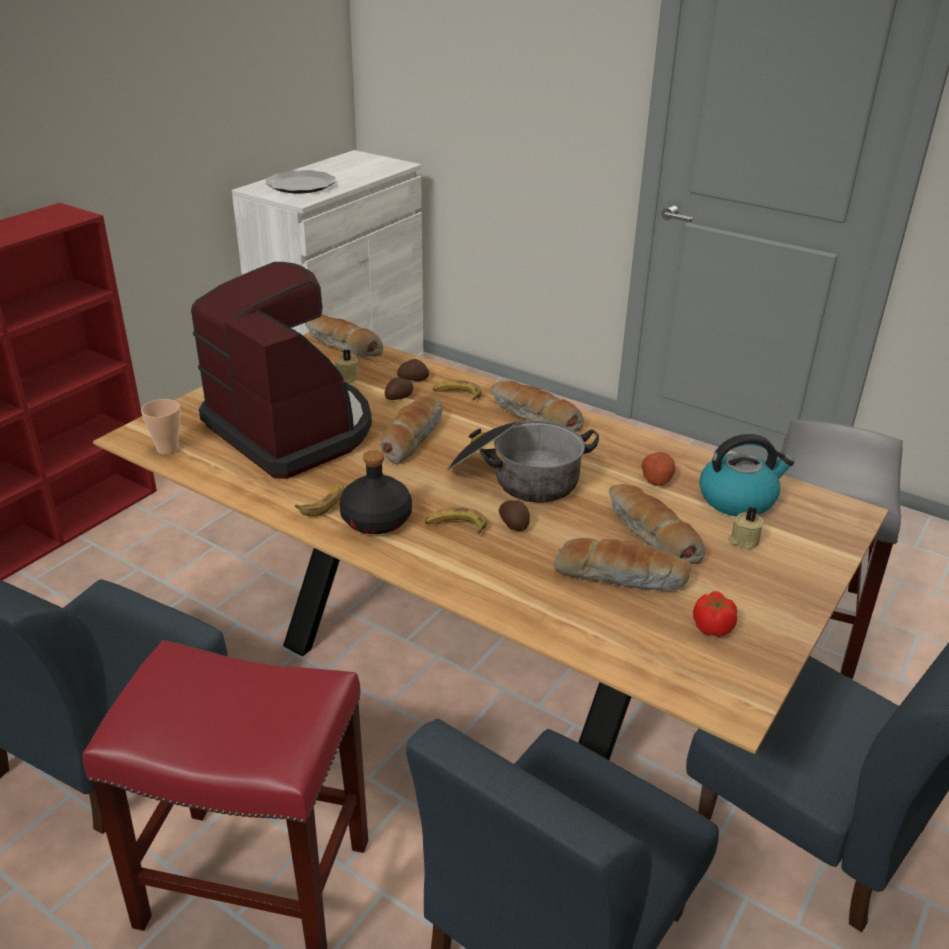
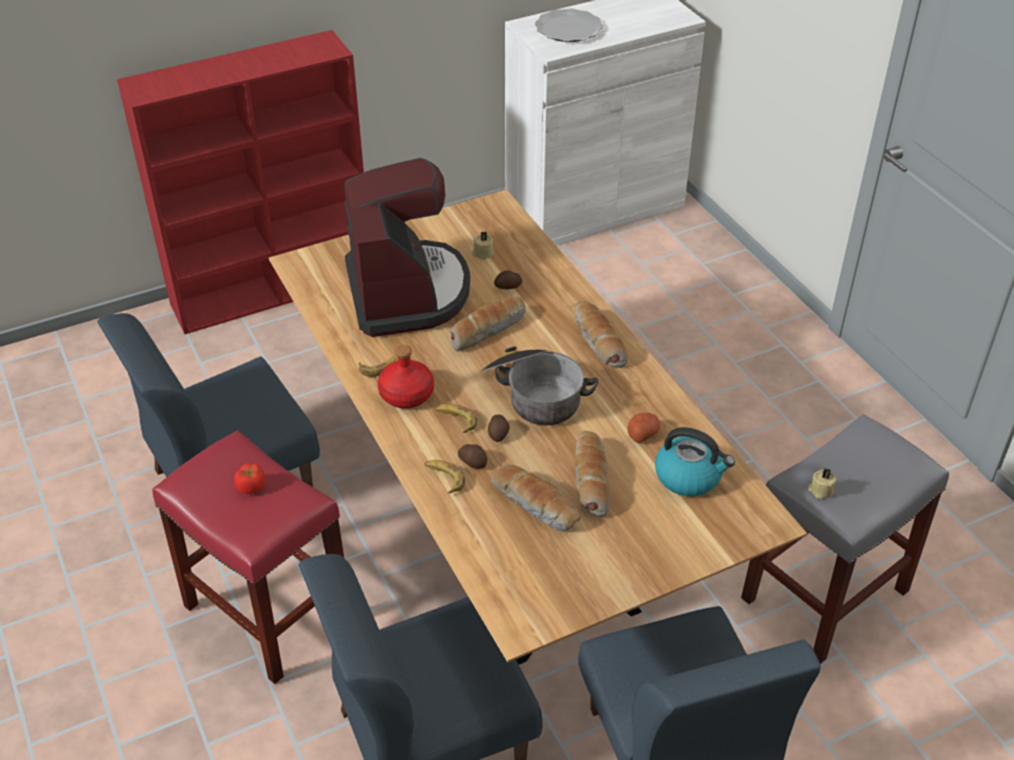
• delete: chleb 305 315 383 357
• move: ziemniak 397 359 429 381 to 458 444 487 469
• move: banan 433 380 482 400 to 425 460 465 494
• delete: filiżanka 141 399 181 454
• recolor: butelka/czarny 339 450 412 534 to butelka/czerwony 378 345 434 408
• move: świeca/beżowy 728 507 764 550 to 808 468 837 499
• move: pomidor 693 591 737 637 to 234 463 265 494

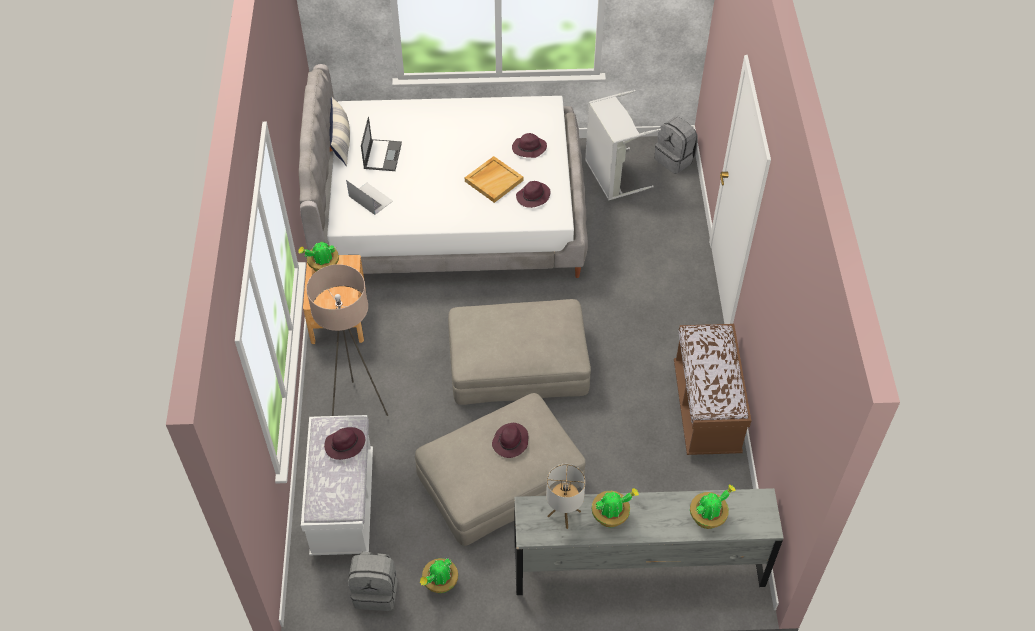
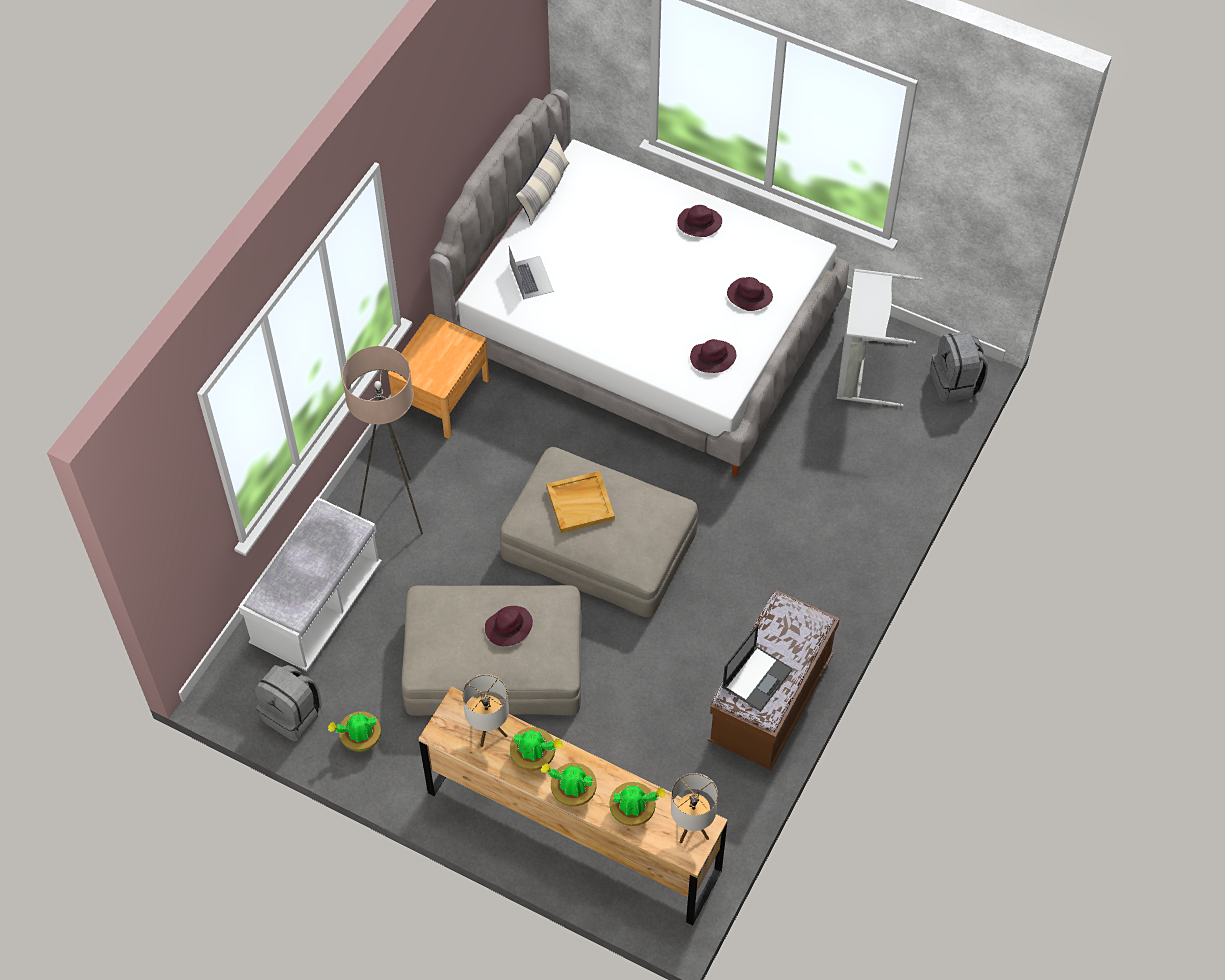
• move: laptop 361 117 402 171 to 722 624 793 712
• move: taca/beżowy 465 156 523 203 to 546 471 615 533
• move: roślina doniczkowa 298 242 339 272 to 541 763 597 807
• move: kapelusz/fioletowy 324 427 365 460 to 677 205 722 237
• recolor: komoda/szary 514 488 784 595 to komoda/brązowy 418 686 728 926
• insert: lampa stołowa 671 773 718 843

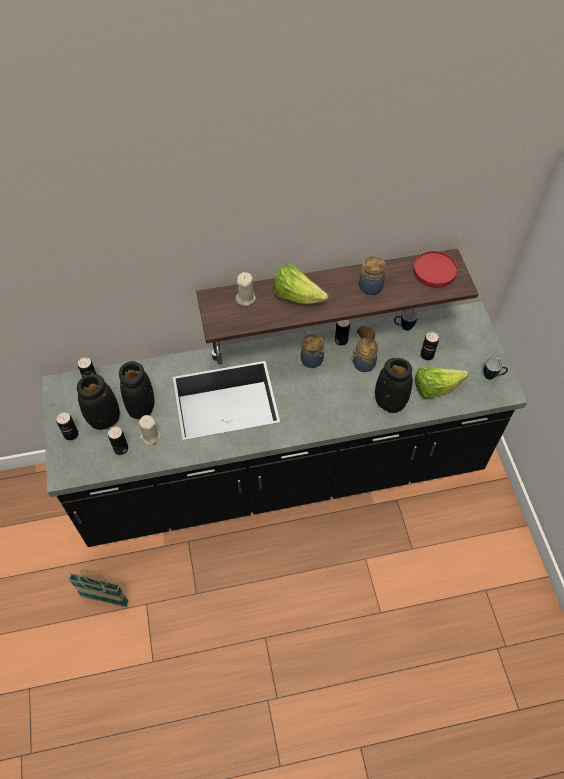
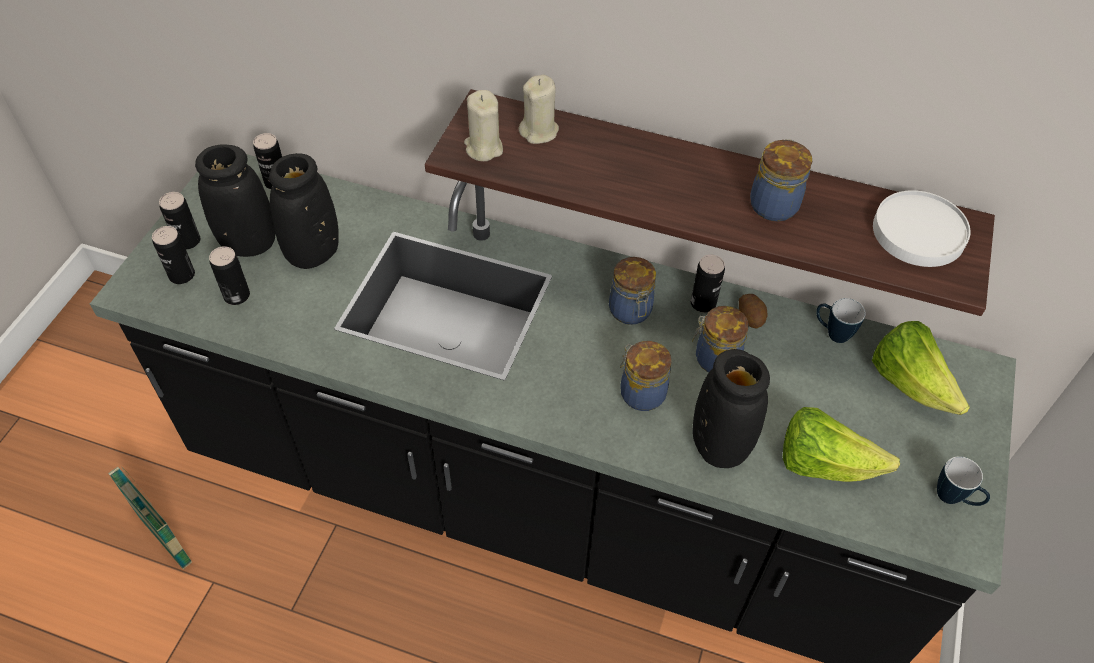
• recolor: talerz/czerwony 413 251 457 288 to talerz/biały 873 190 971 267
• move: sałata 273 264 329 304 to 872 321 970 415
• move: puszka 421 331 439 360 to 152 226 195 284
• move: świeca/beżowy 138 415 161 445 to 464 90 503 161
• insert: słoik 620 341 672 411

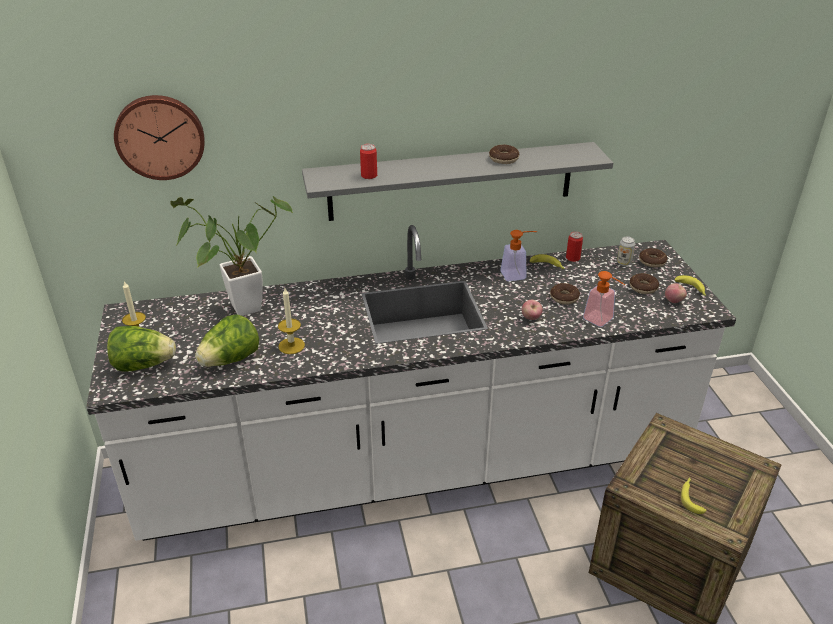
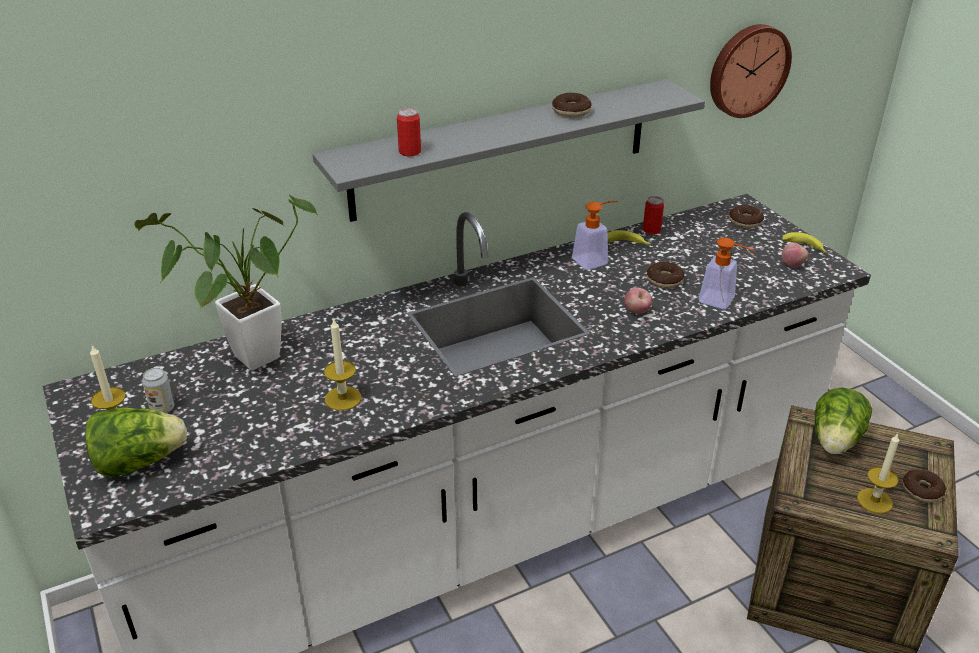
• move: zegar ścienny 114 95 205 180 to 710 24 792 118
• move: puszka 617 236 635 266 to 142 368 175 413
• move: donut 630 273 659 294 to 902 469 946 503
• move: sałata 195 314 259 367 to 814 387 872 455
• replace: banan 681 477 707 514 to świeca 857 433 899 514

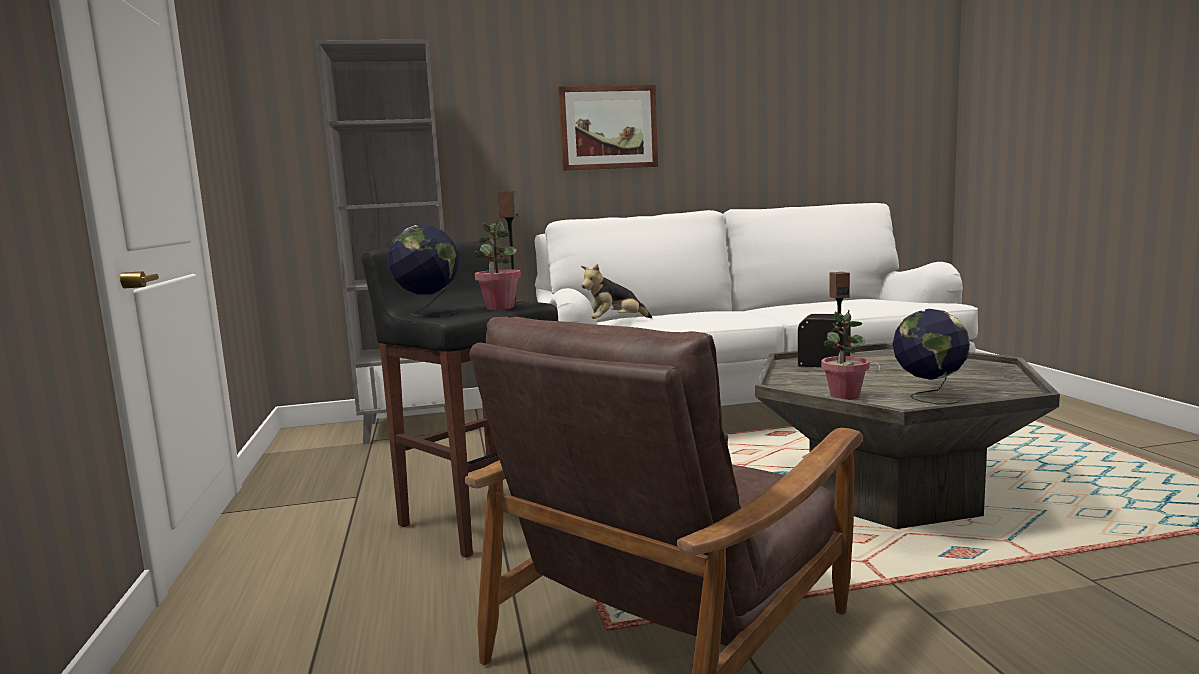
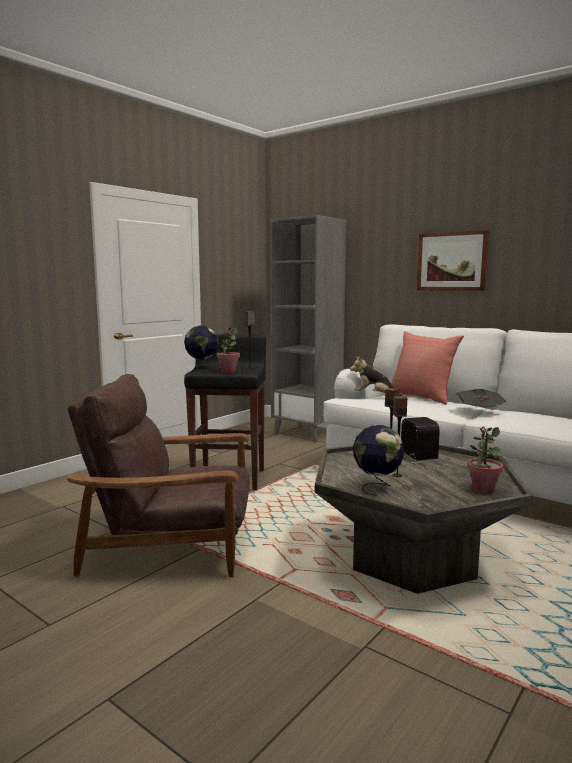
• move: roślina doniczkowa 821 310 870 400 to 467 426 503 493
• insert: poduszka/czerwony 391 331 464 405
• insert: gazeta 456 389 506 408
• insert: głośnik 392 396 407 477

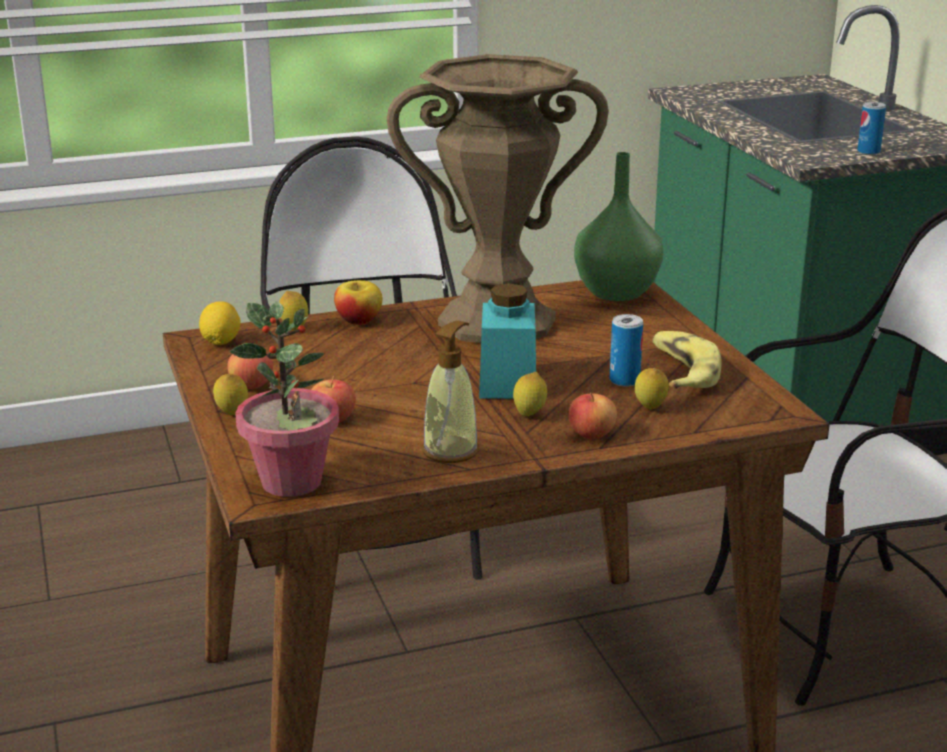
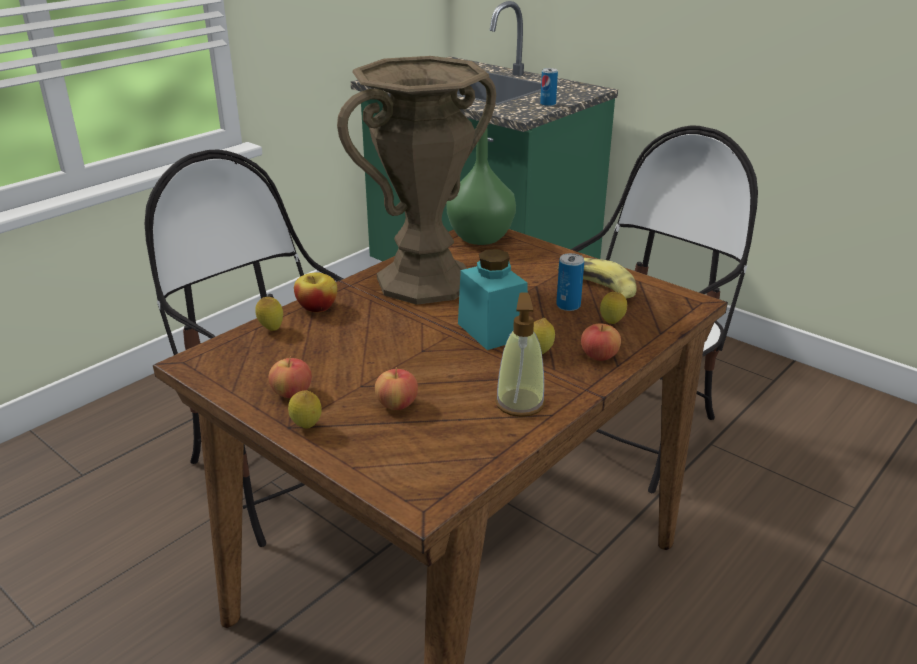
• delete: cytryna 199 301 241 345
• delete: roślina doniczkowa 230 301 339 497

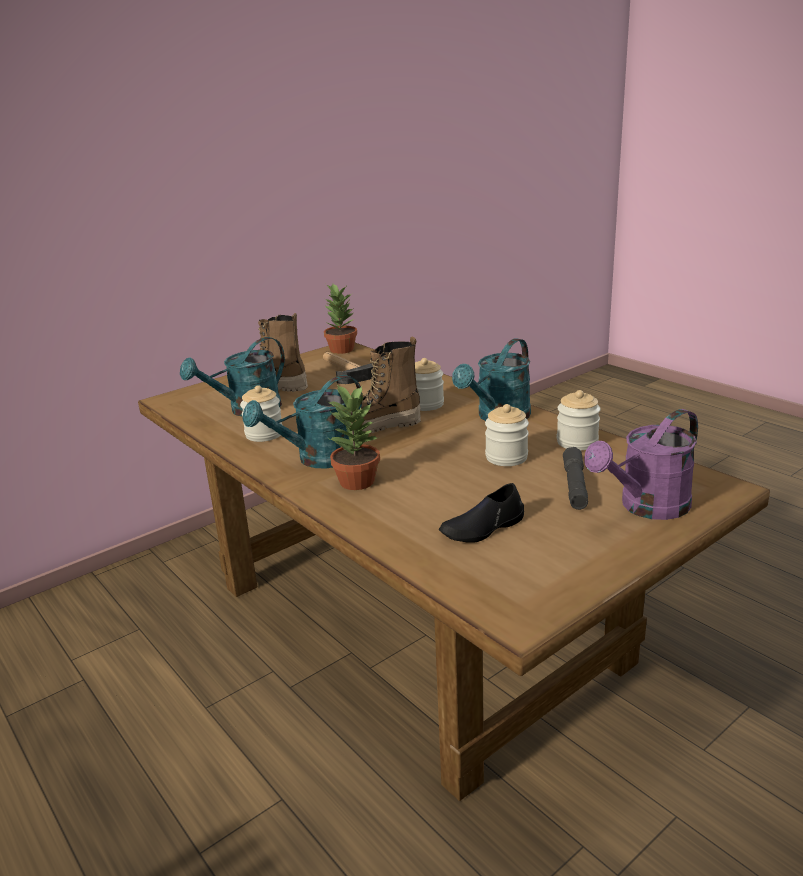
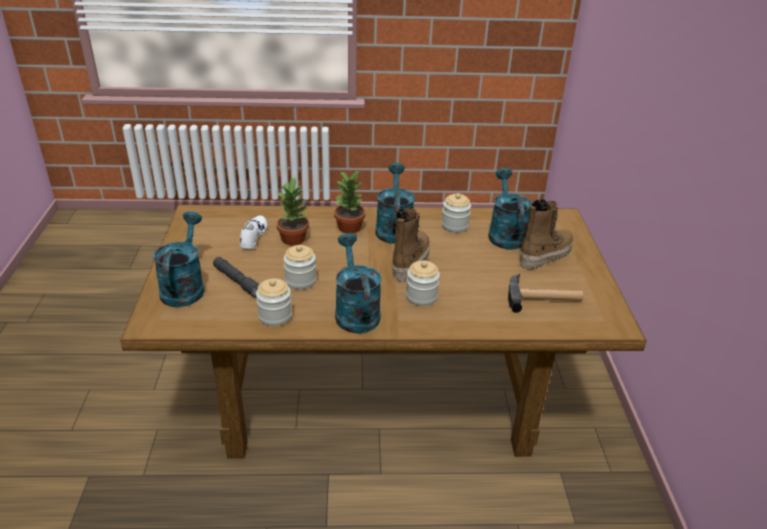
• move: roślina doniczkowa 324 284 357 354 to 276 177 309 246
• recolor: konewka/fioletowy 584 409 698 520 to konewka/turkusowy 153 211 204 307
• recolor: but/czarny 439 483 524 543 to but/biały 240 215 267 249

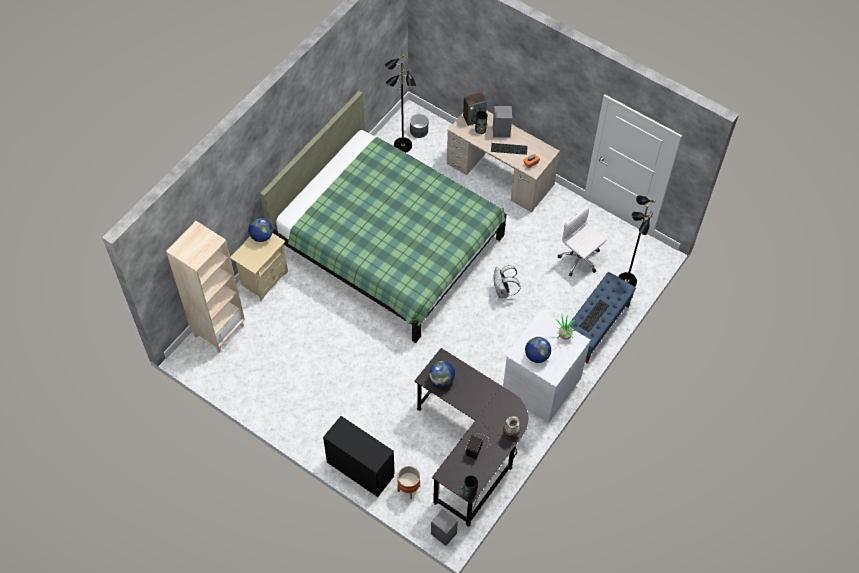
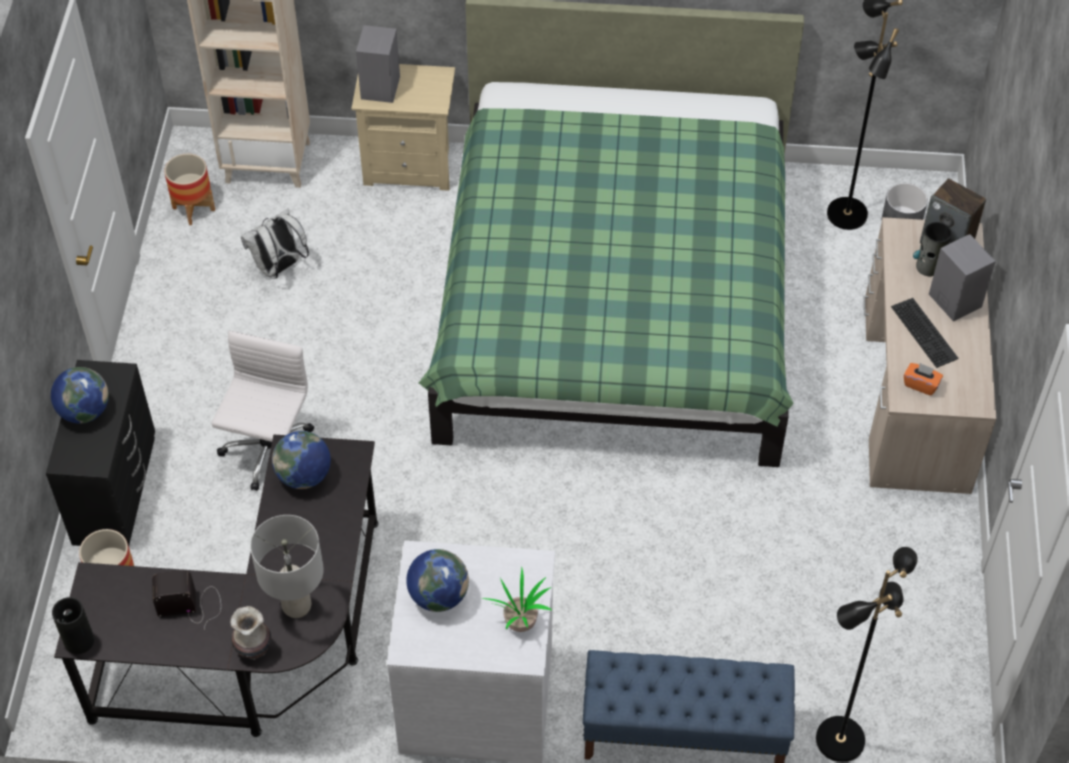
• move: krzesło biurowe/biały 558 205 607 276 to 212 331 314 491
• move: globus 248 218 273 242 to 51 367 109 424
• move: plecak/biały 493 265 521 298 to 241 208 309 279
• delete: klawiatura 580 300 610 332
• move: głośnik/szary 431 509 458 546 to 356 25 400 103
• insert: donica 164 154 215 225
• insert: lampa stołowa/szary 250 515 324 618

